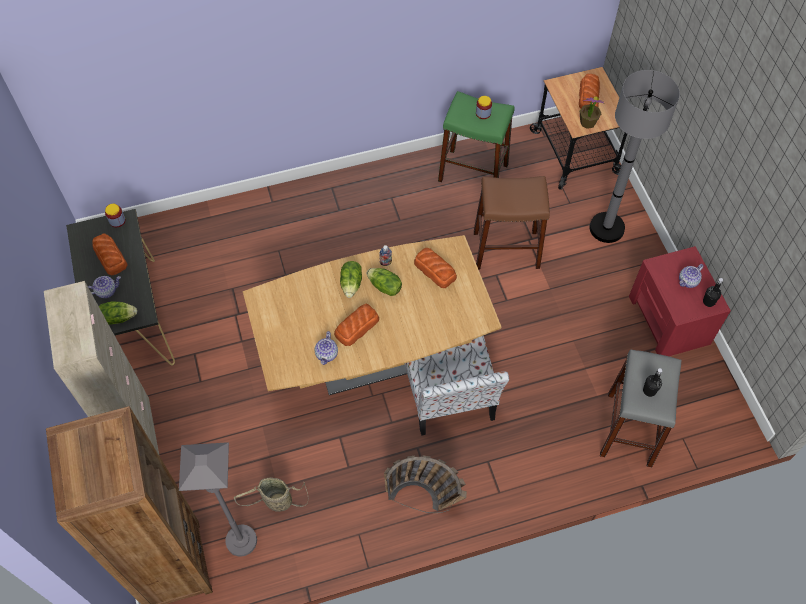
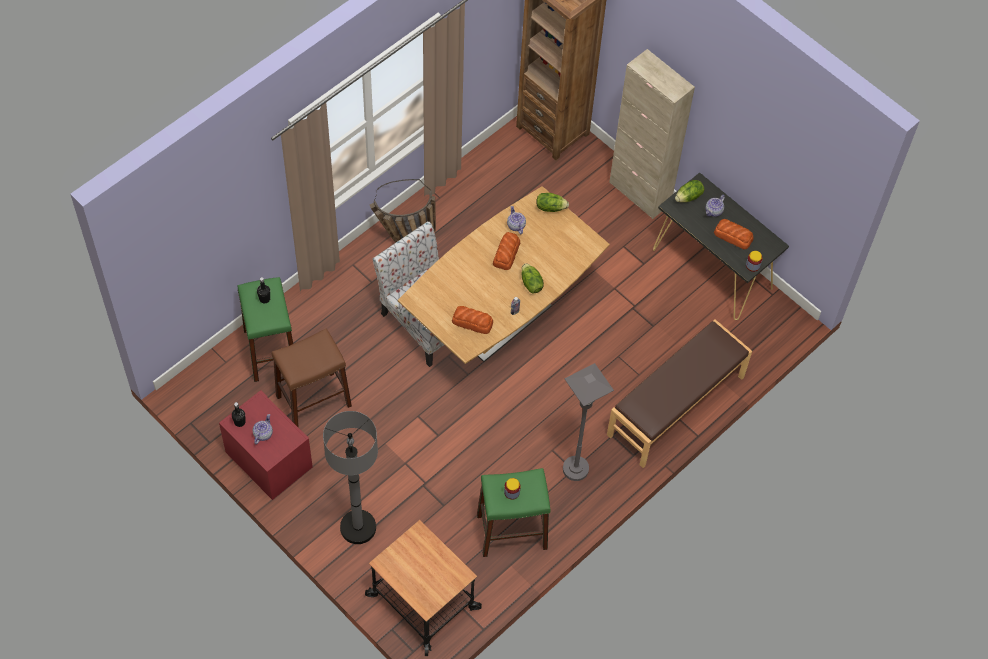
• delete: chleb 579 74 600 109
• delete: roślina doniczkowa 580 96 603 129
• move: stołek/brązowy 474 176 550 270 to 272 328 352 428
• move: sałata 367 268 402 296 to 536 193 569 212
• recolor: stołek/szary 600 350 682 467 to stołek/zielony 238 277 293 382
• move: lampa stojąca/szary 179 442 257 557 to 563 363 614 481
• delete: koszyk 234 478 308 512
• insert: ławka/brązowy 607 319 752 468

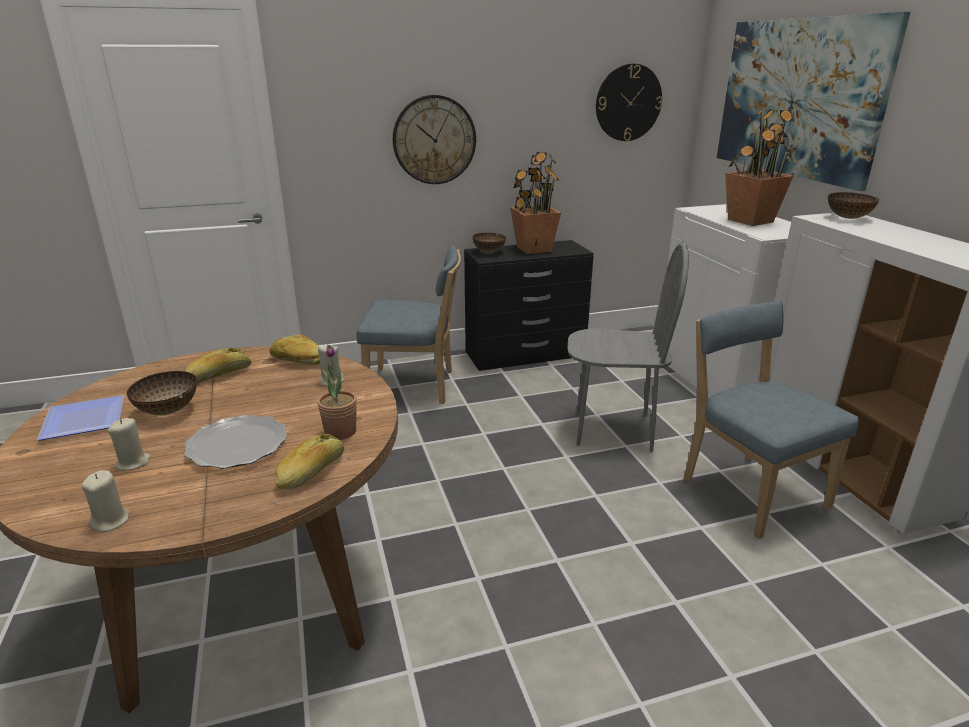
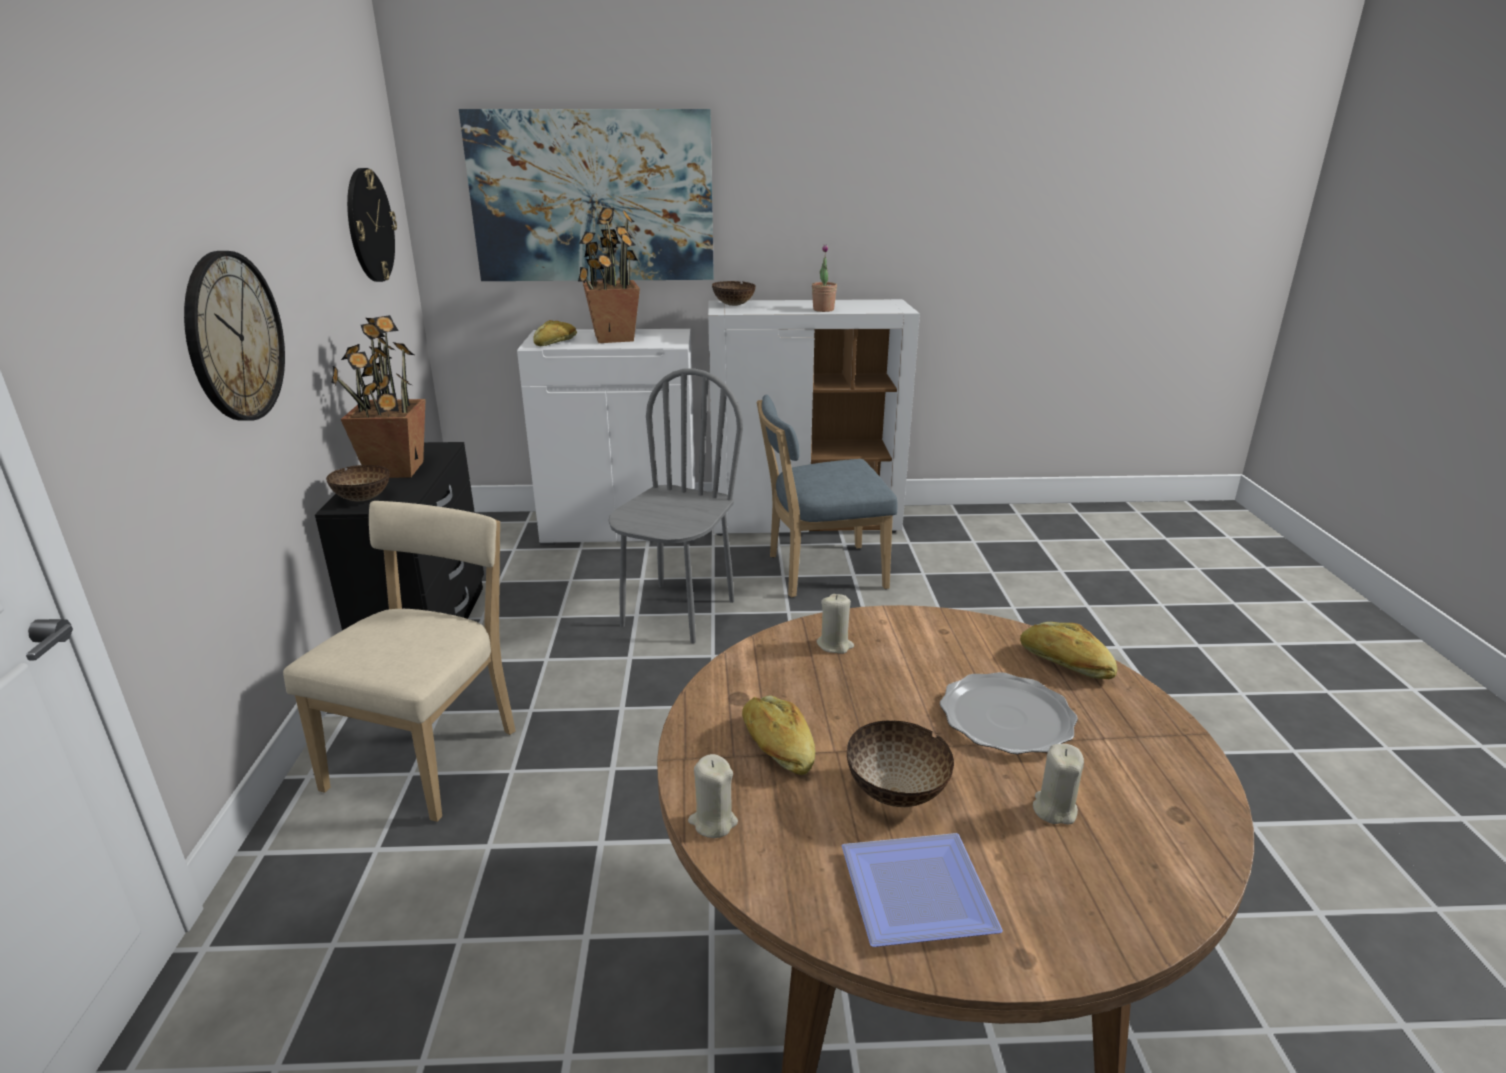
• recolor: krzesło/niebieski 357 245 461 404 to krzesło/beżowy 283 501 516 822
• move: chleb 269 334 320 365 to 534 320 577 346
• move: roślina doniczkowa 318 345 357 440 to 812 244 837 312
• move: świeca/beżowy 82 470 130 532 to 688 754 738 838

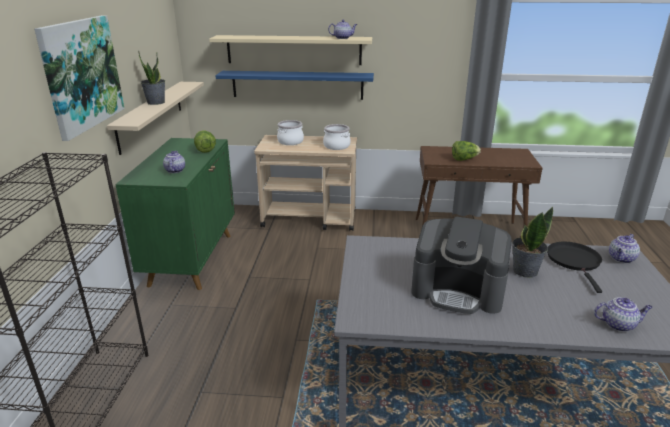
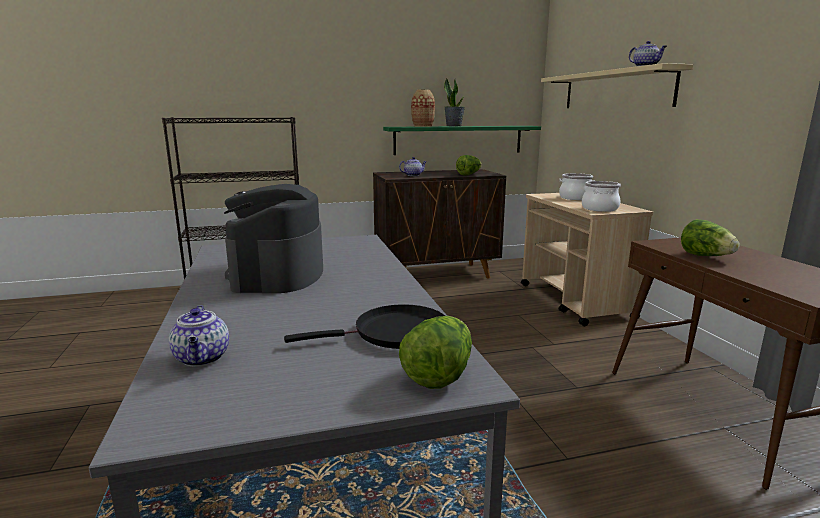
• delete: obraz 34 15 125 141
• delete: półka/niebieski 215 71 374 100
• recolor: półka/beżowy 107 82 204 155 to półka/zielony 383 126 541 155
• recolor: szafka/zielony 115 138 235 290 to szafka/brązowy 373 169 506 278
• delete: roślina doniczkowa 512 207 553 278
• replace: imbryk 609 234 640 263 to sałata 399 316 472 389
• insert: wazon 411 89 435 127

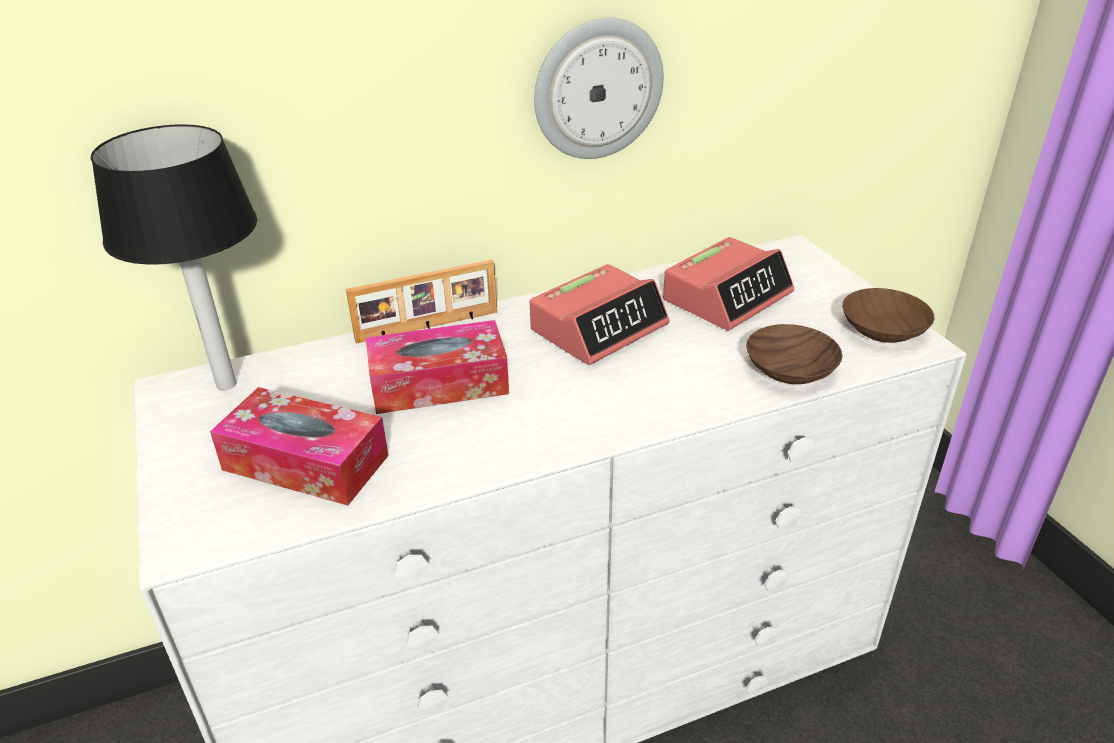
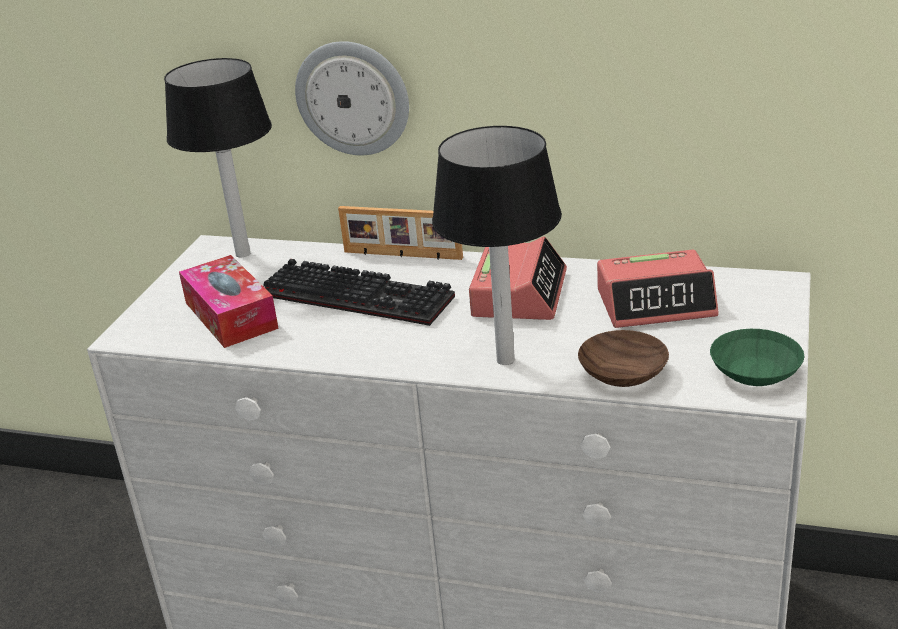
• move: zegar ścienny 534 18 664 159 to 295 41 409 155
• rotate: budzik 530 264 669 365 = 469 237 567 320 75 degrees counterclockwise
• recolor: miska/brązowy 842 288 934 343 to miska/zielony 710 329 804 386
• replace: pudełko chusteczek 366 320 509 414 to klawiatura 263 259 455 326
• insert: lampa stołowa 432 126 562 365

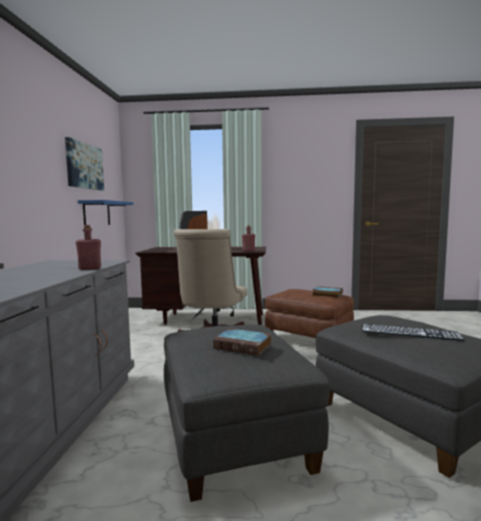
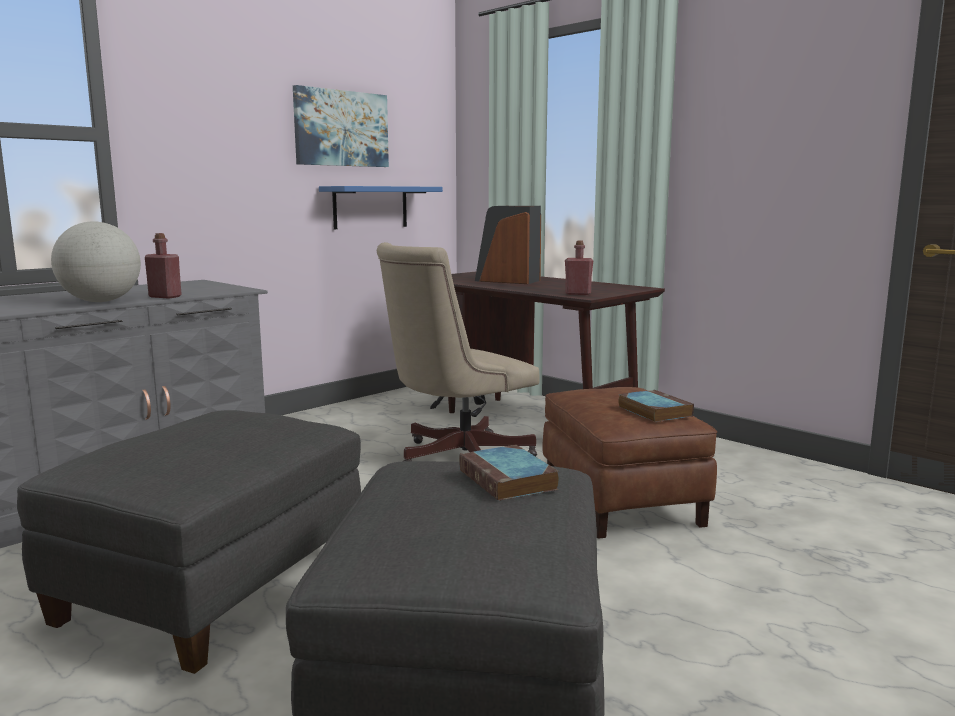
• delete: klawiatura 362 324 464 341
• move: książka 213 328 271 356 to 459 445 559 501
• insert: globus 51 221 141 302

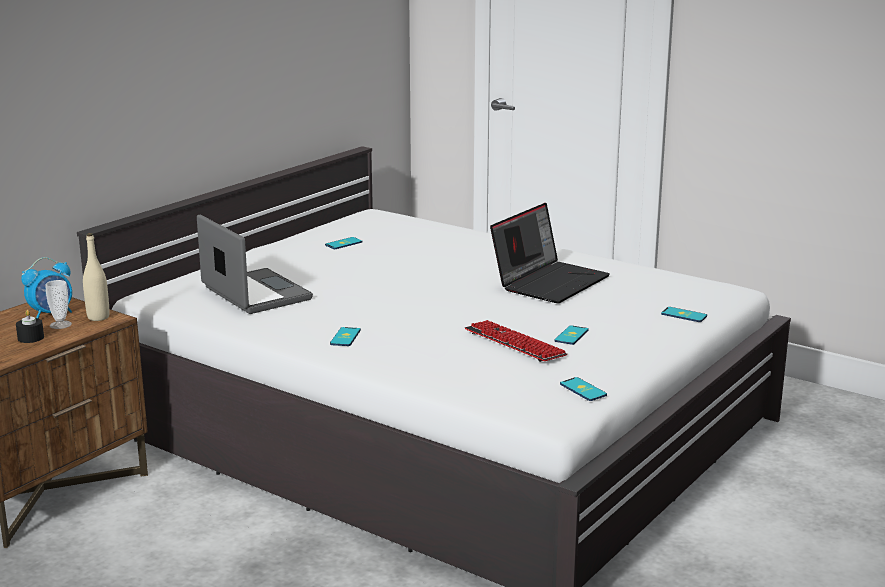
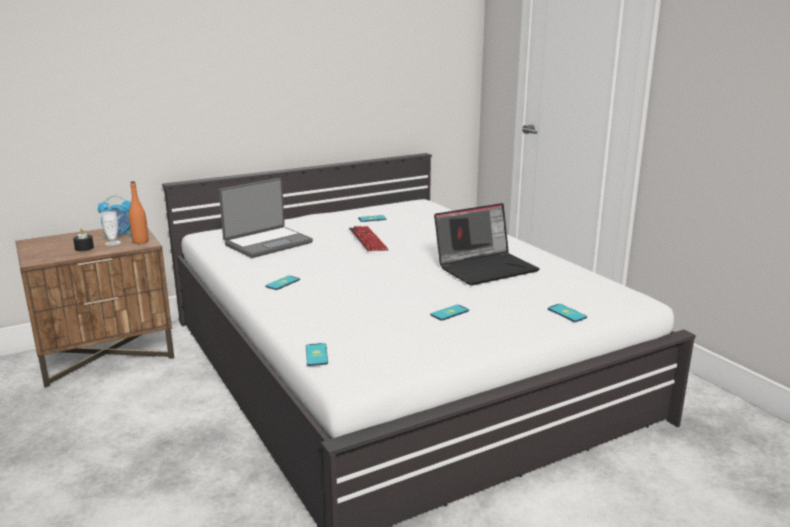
• rotate: laptop 197 215 313 314 = 219 178 313 258 60 degrees clockwise
• recolor: butelka/beżowy 83 233 109 321 to butelka/pomarańczowy 129 181 148 244
• move: klawiatura 465 320 567 362 to 349 226 389 251
• move: telefon 560 377 607 401 to 306 343 328 366

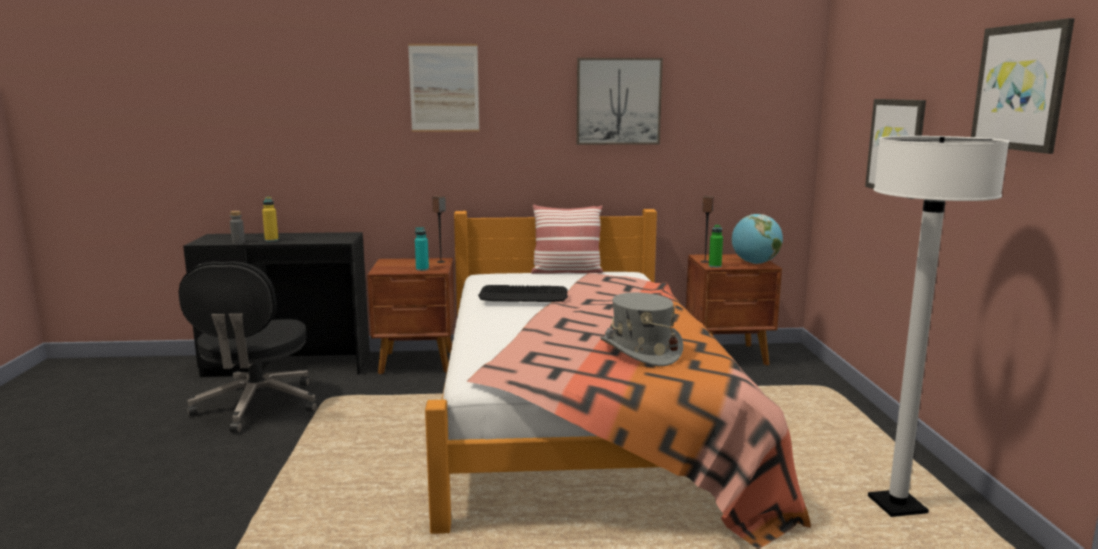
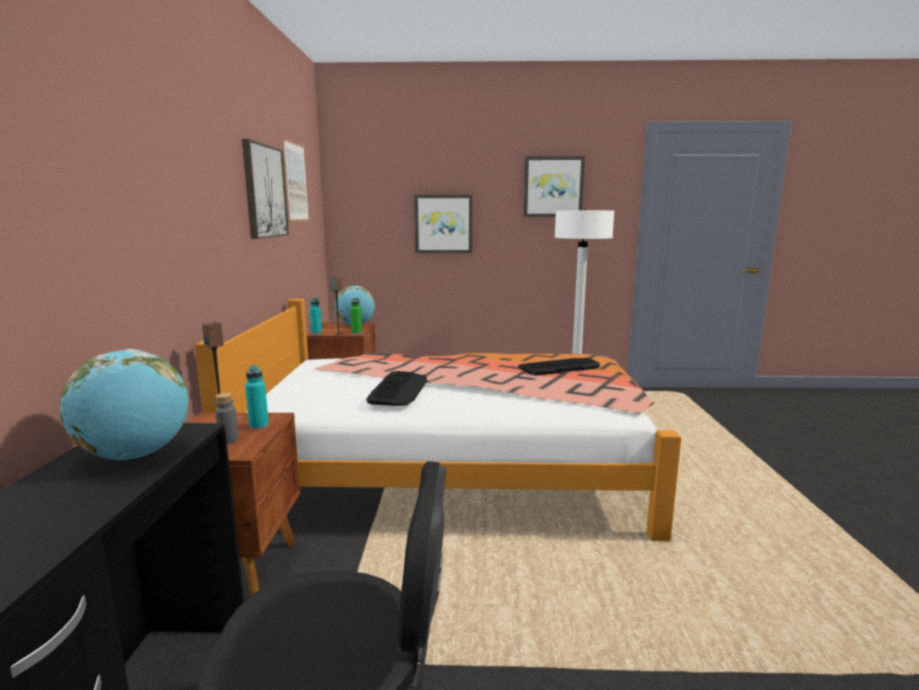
• move: obraz 408 44 479 132 to 283 139 309 221
• delete: butelka/żółty 262 197 279 242
• delete: poduszka 531 204 603 274
• move: butelka/szary 230 211 245 244 to 215 393 239 444
• replace: kapelusz/szary 600 292 683 366 to klawiatura 518 358 600 376
• insert: butelka/turkusowy 310 298 322 334
• insert: globus 60 349 189 460

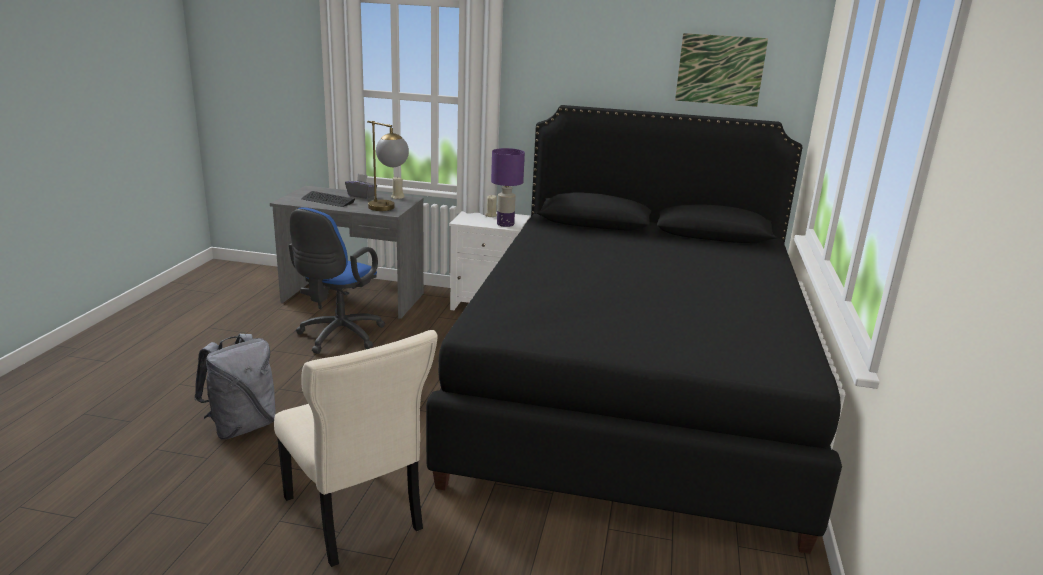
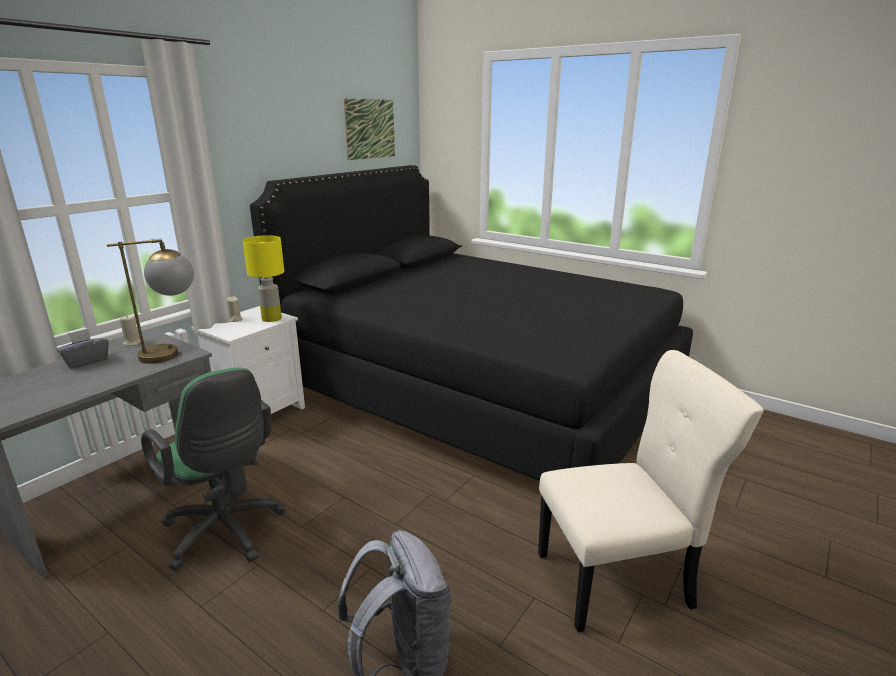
• recolor: lampa stołowa/fioletowy 491 148 525 227 to lampa stołowa/żółty 243 235 284 322
• delete: klawiatura 301 191 355 207
• recolor: krzesło biurowe/niebieski 289 207 385 354 to krzesło biurowe/zielony 141 368 286 571

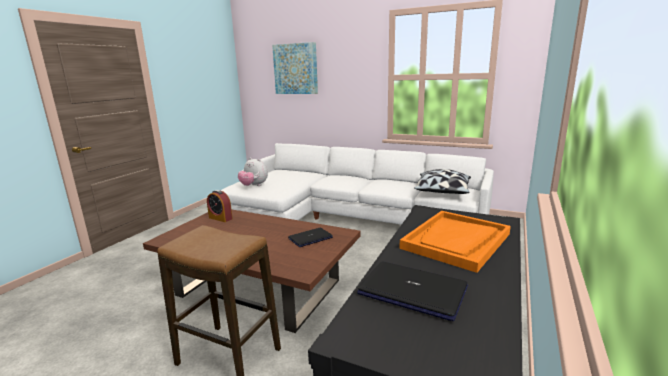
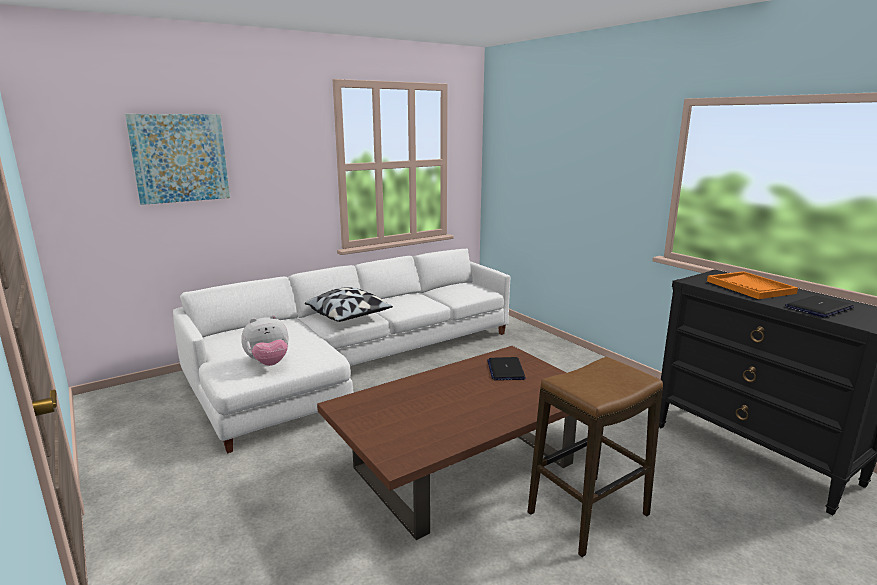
• move: poduszka 414 169 471 194 to 305 287 393 322
• delete: budzik 207 190 233 222

